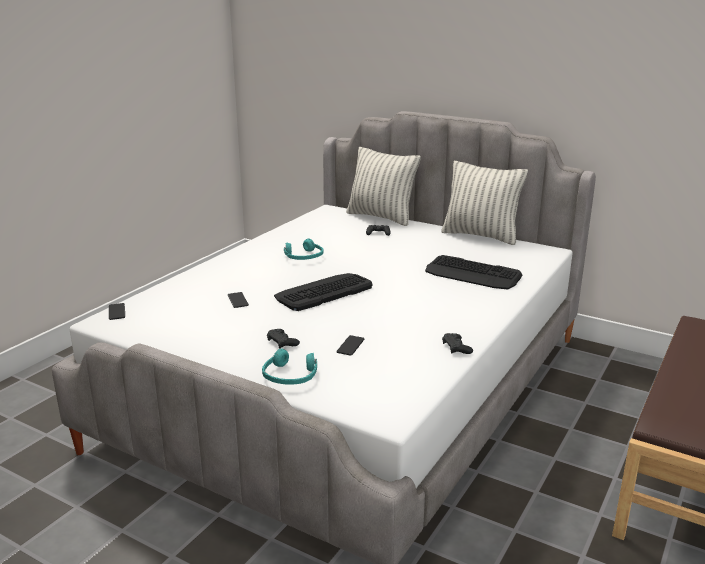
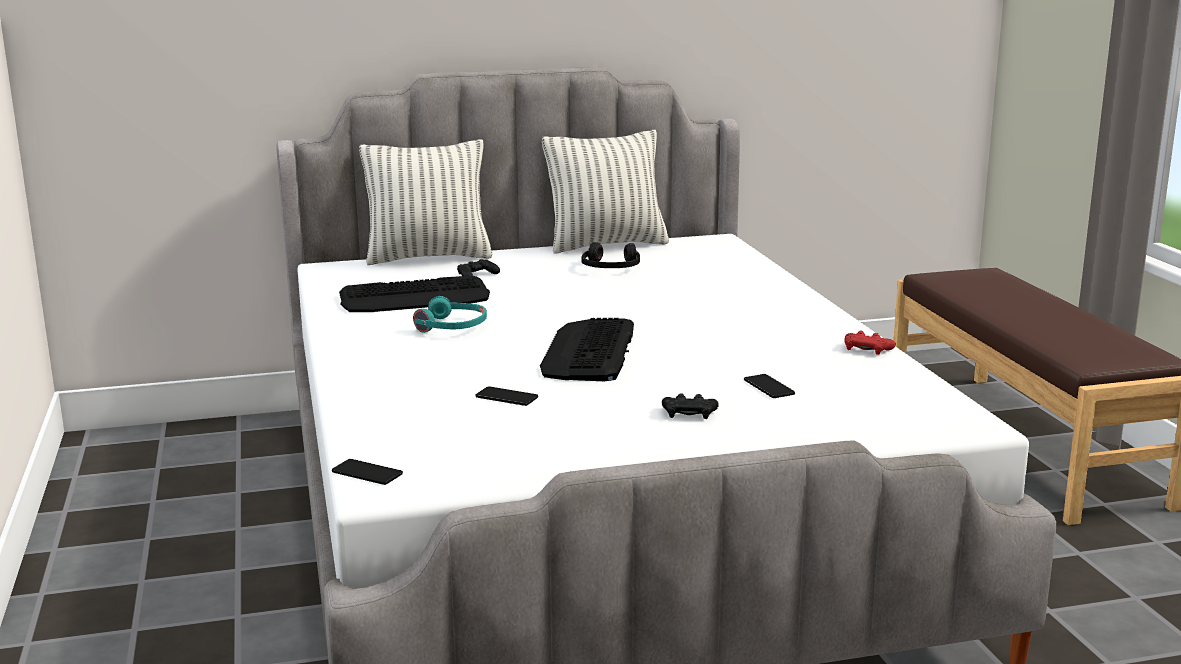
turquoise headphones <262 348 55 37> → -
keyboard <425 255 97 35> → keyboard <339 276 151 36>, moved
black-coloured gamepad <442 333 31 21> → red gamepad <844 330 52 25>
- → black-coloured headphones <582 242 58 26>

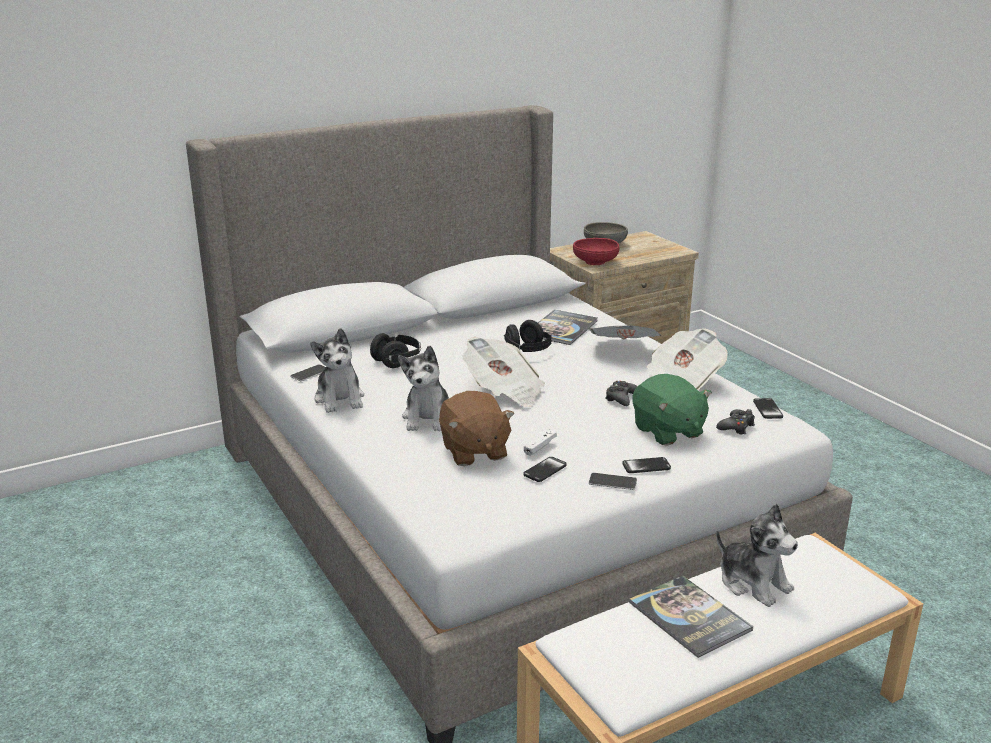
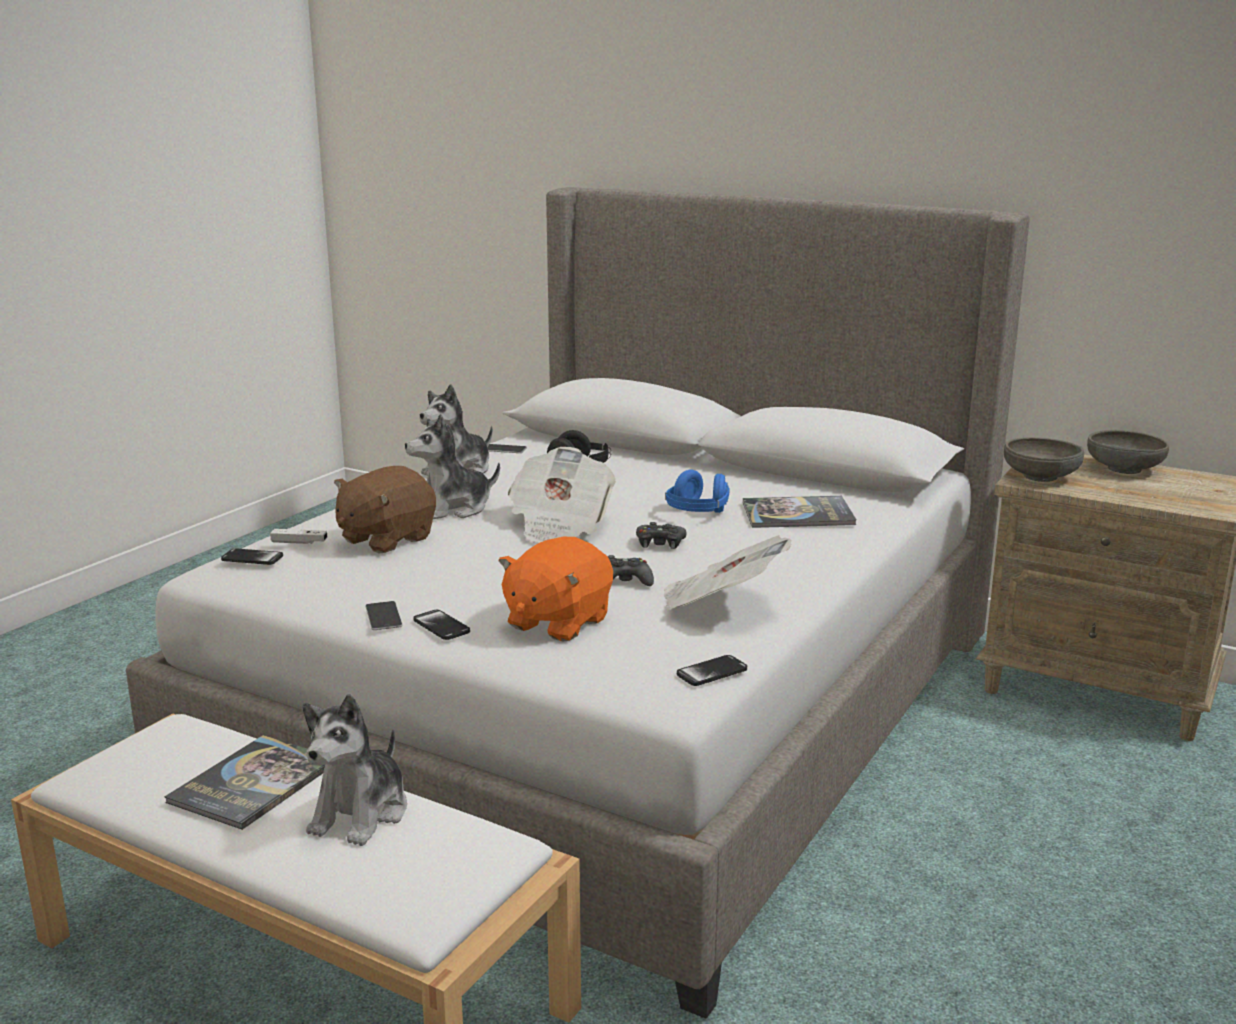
black-coloured headphones <504 320 48 32> → blue-coloured headphones <665 469 64 44>
white-coloured gamepad <524 429 33 27> → white-coloured gamepad <270 529 57 15>, moved
handset <524 457 43 25> → handset <221 548 62 17>, moved
red serving bowl <573 238 47 27> → greyish serving bowl <1004 437 80 45>
daily paper <588 325 73 15> → -
green-coloured soft toy <633 374 79 72> → orangey soft toy <498 537 115 105>
black-coloured gamepad <716 409 39 26> → black-coloured gamepad <636 522 51 27>, moved

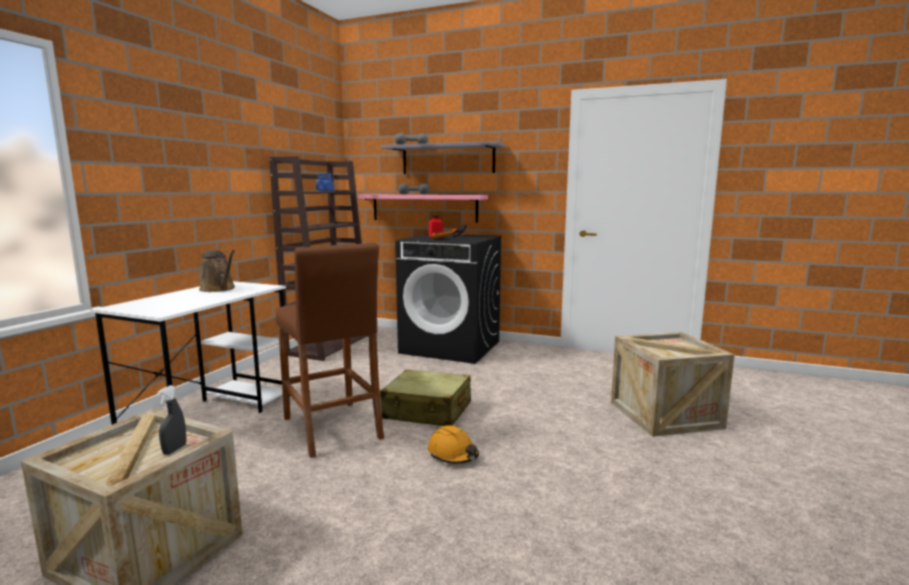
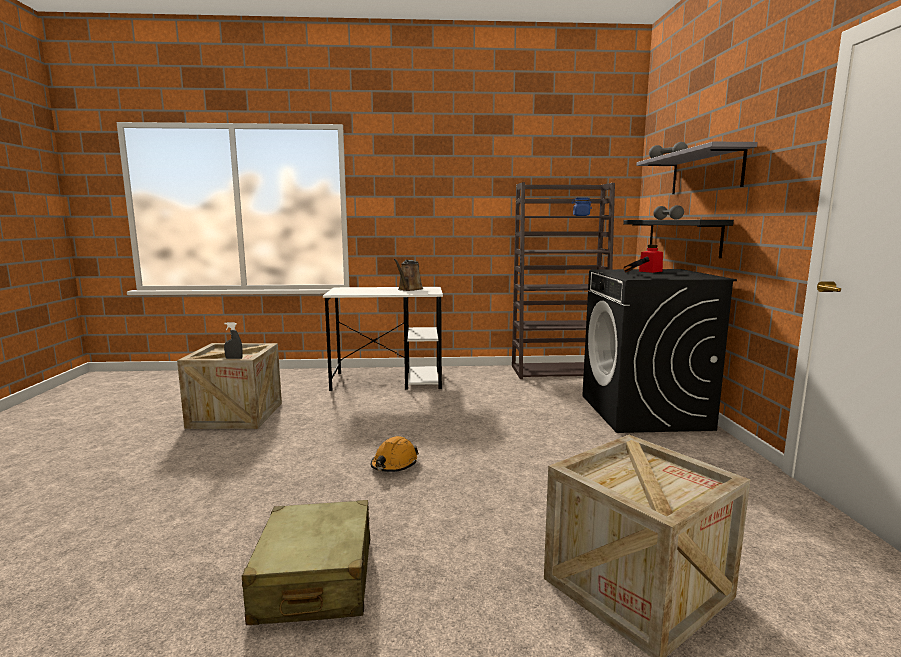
brown-coloured stool <276 243 108 215> → -
pink wall shelf <357 195 131 28> → black-coloured wall shelf <623 220 111 38>
sand-coloured travel case <380 369 91 57> → sand-coloured travel case <242 500 128 125>, moved

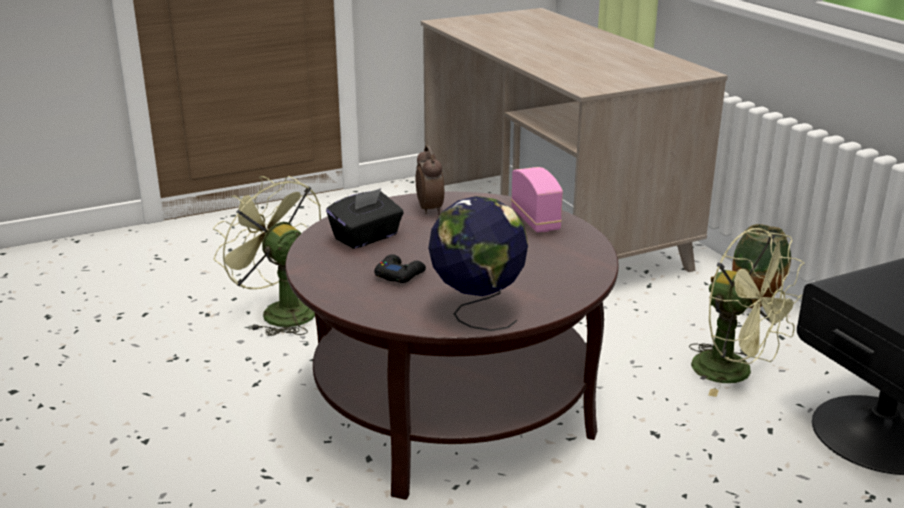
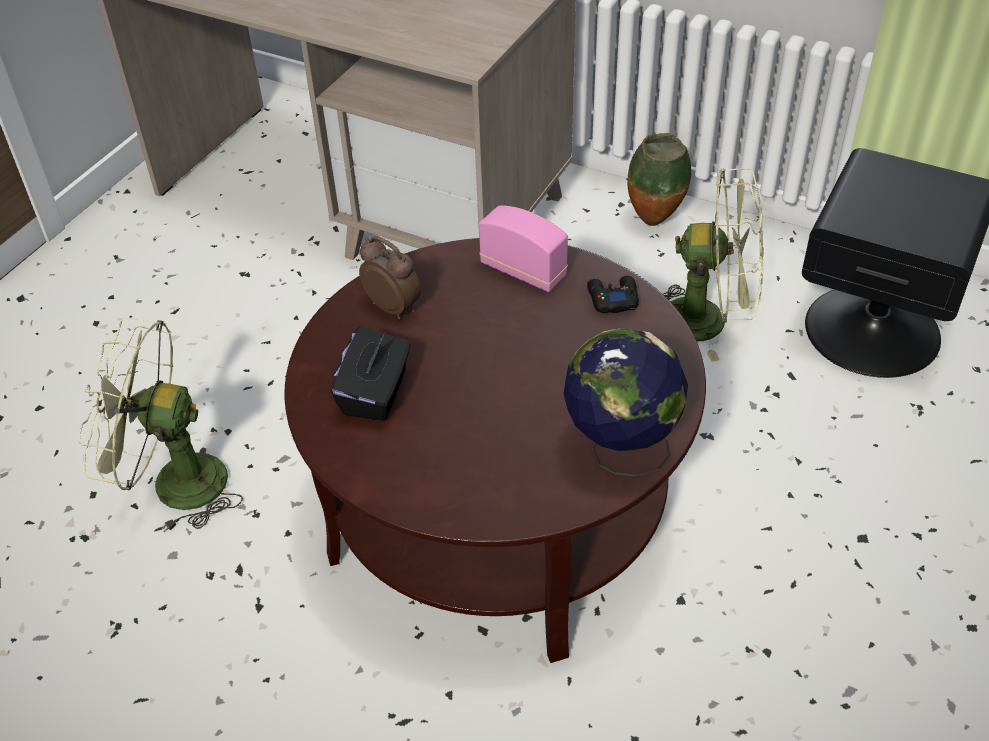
black-coloured gamepad <374 254 52 29> → black-coloured gamepad <587 276 52 37>, moved

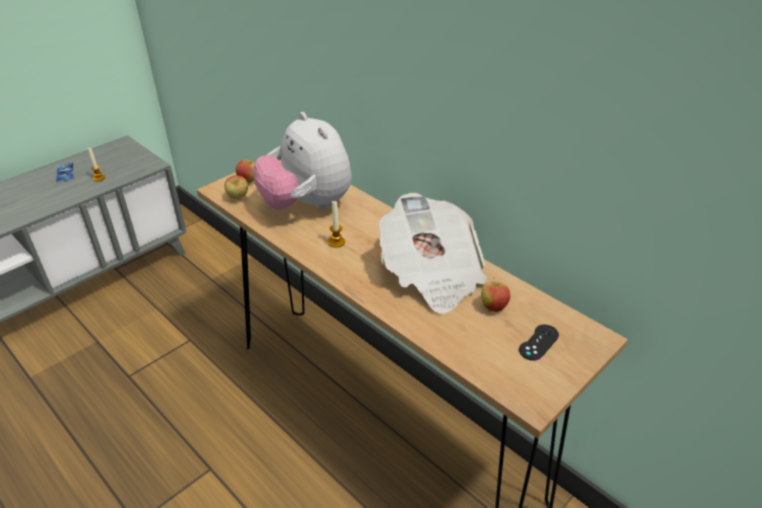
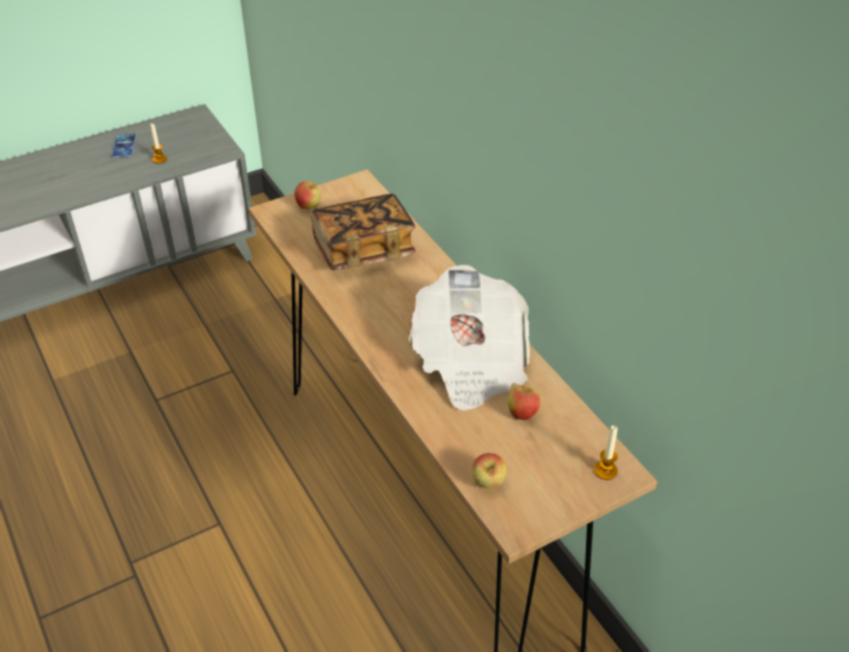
apple fruit <224 175 24 24> → apple fruit <472 453 35 36>, moved
soft toy <253 112 99 98> → volume <310 194 105 76>
candle <328 200 17 48> → candle <594 425 24 55>, moved
black-coloured gamepad <519 325 40 36> → -

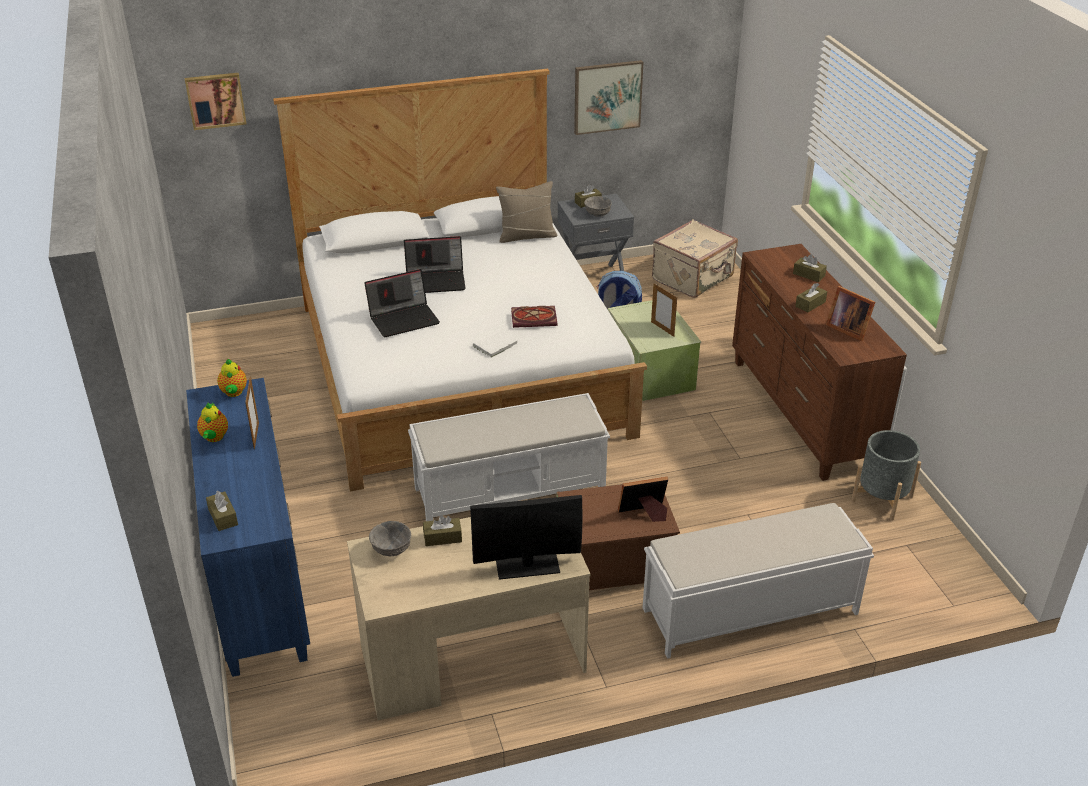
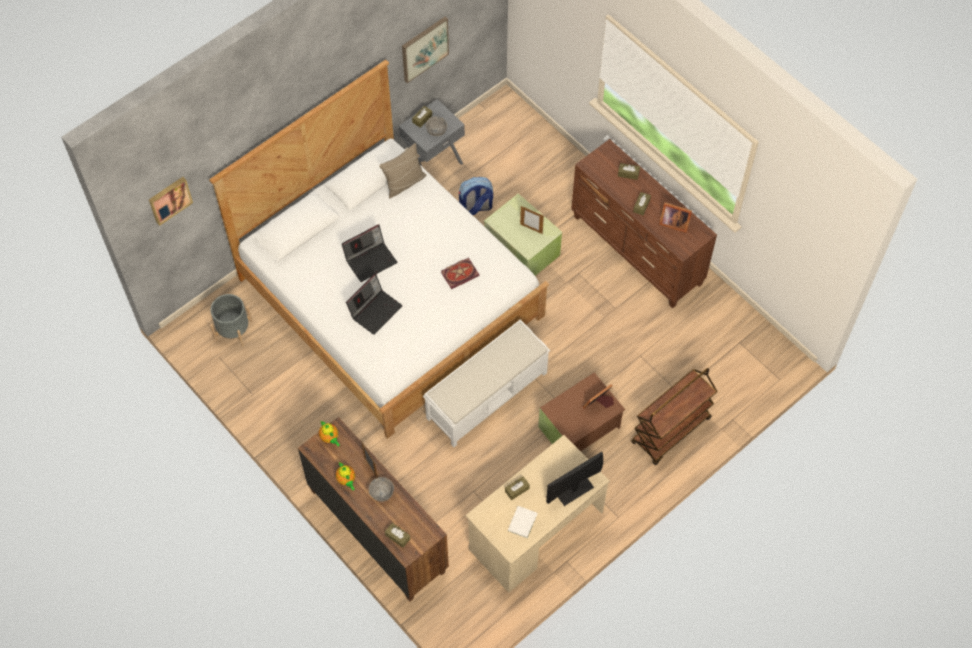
blue-coloured drawer chest <186 378 124 299> → brown-coloured drawer chest <298 417 151 184>
greyish serving bowl <369 521 42 35> → greyish serving bowl <369 477 25 25>, moved
white-coloured volume <473 329 45 29> → white-coloured volume <508 506 29 32>, moved
white-coloured long seat <643 503 231 156> → brown-coloured cart <631 368 87 97>
sand-coloured travel case <652 219 86 79> → -
greyish planter <851 430 70 91> → greyish planter <210 294 43 53>, moved

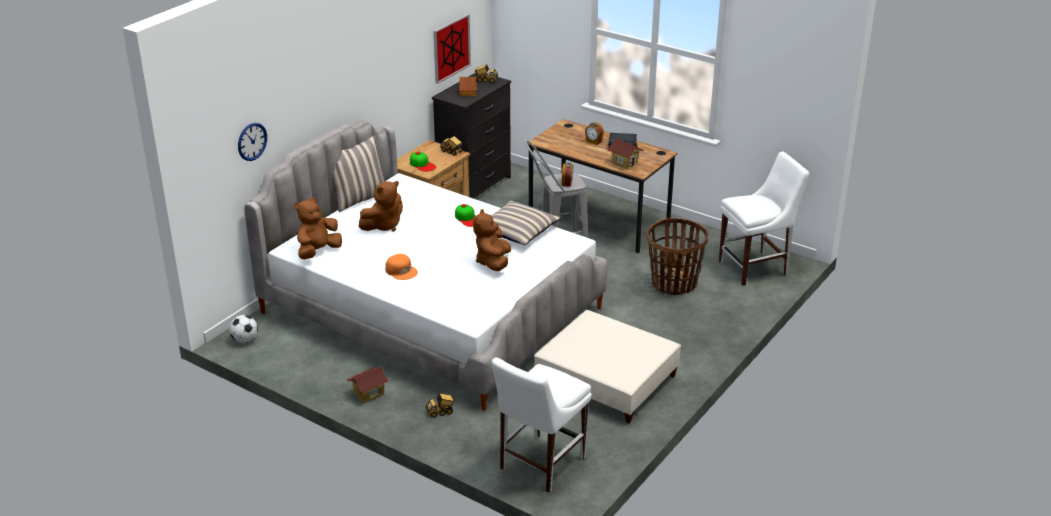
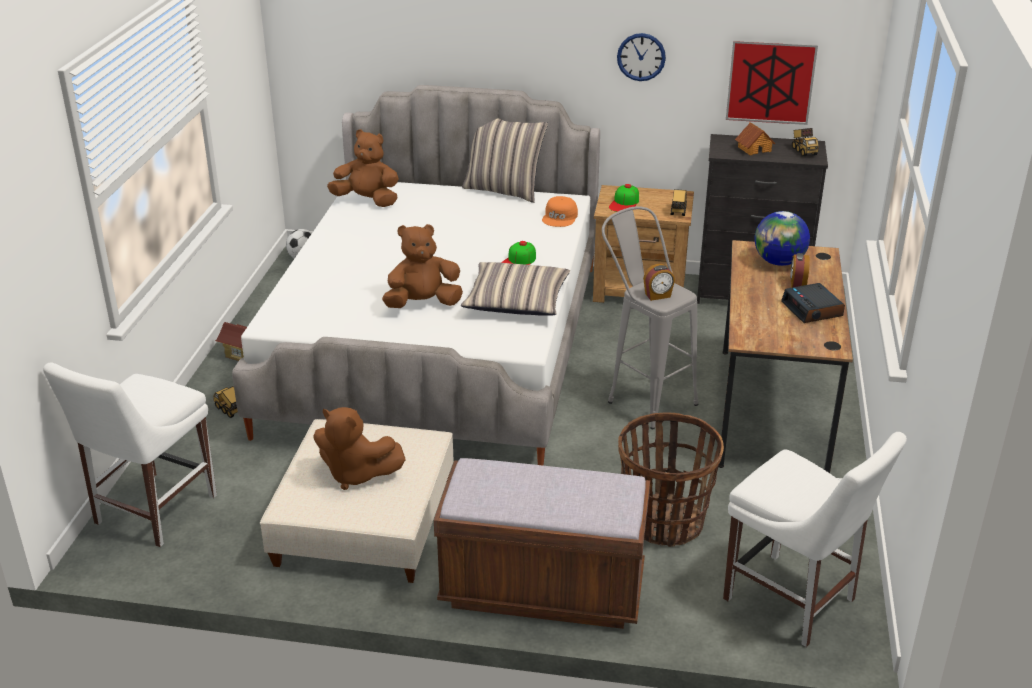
hanging clock <238 123 29 38> → hanging clock <617 33 49 48>, moved
brown-coloured soft toy <359 181 44 51> → brown-coloured soft toy <314 407 92 83>, moved
orangey peaked cap <385 254 33 26> → orangey peaked cap <542 196 36 31>, moved
white-coloured upright chair <492 357 100 135> → white-coloured upright chair <43 362 174 185>, 75 degrees counterclockwise
toy house <607 138 37 31> → -
- → brown-coloured long seat <434 458 216 171>
- → globe <755 211 55 55>

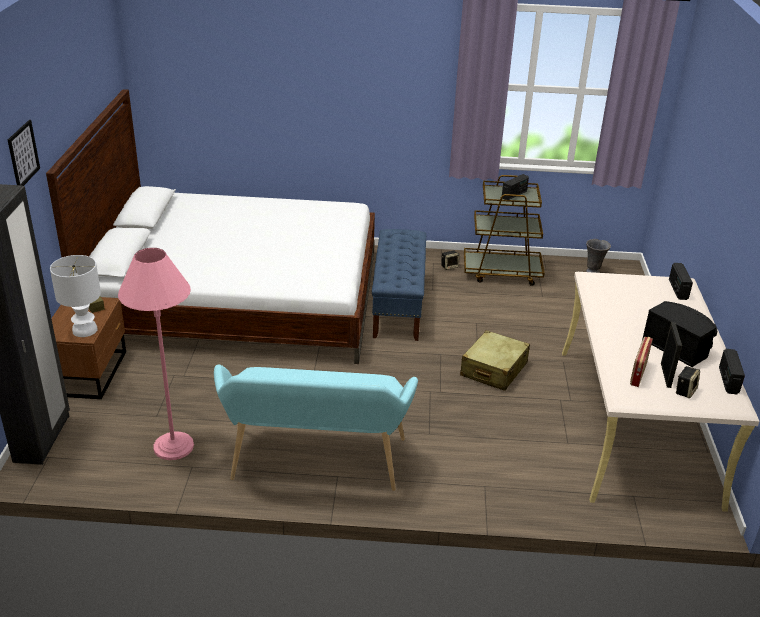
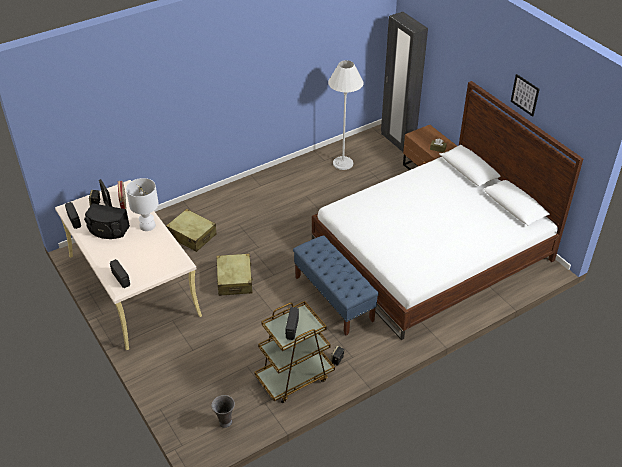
picture <8 120 32 66> → picture <511 74 29 43>, moved
white-coloured lamp for a table <50 255 51 82> → white-coloured lamp for a table <126 178 33 53>, moved
pink standard lamp <118 248 76 212> → white-coloured standard lamp <328 60 36 110>
turquoise long seat <214 365 204 126> → -
- → sand-coloured travel case <166 209 50 43>

